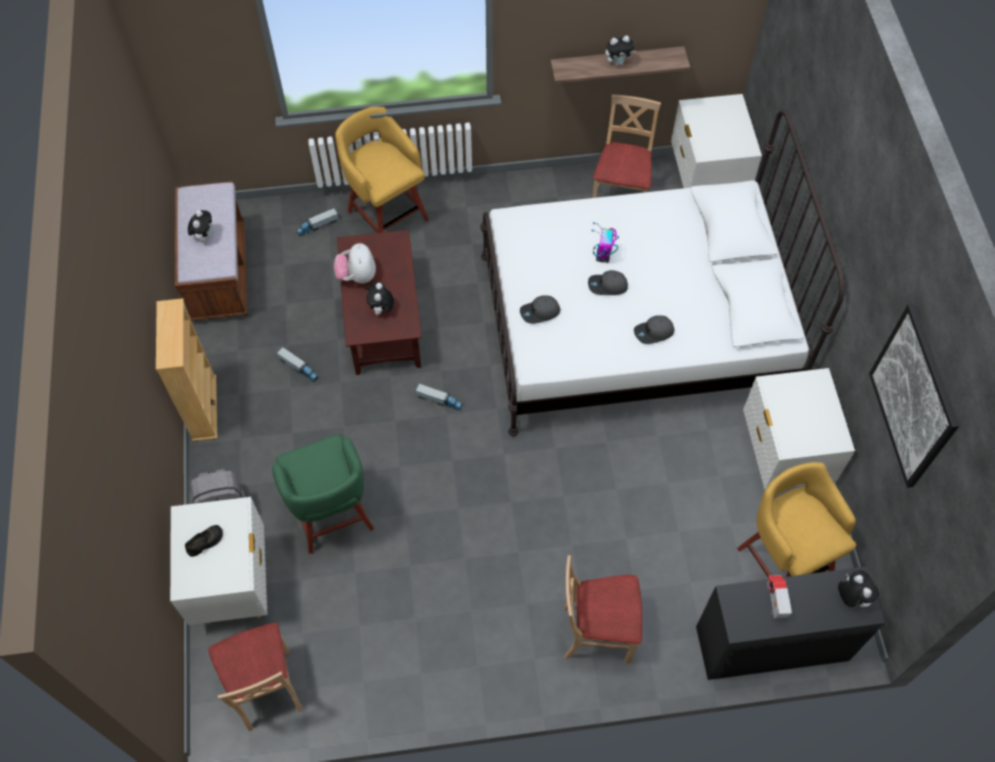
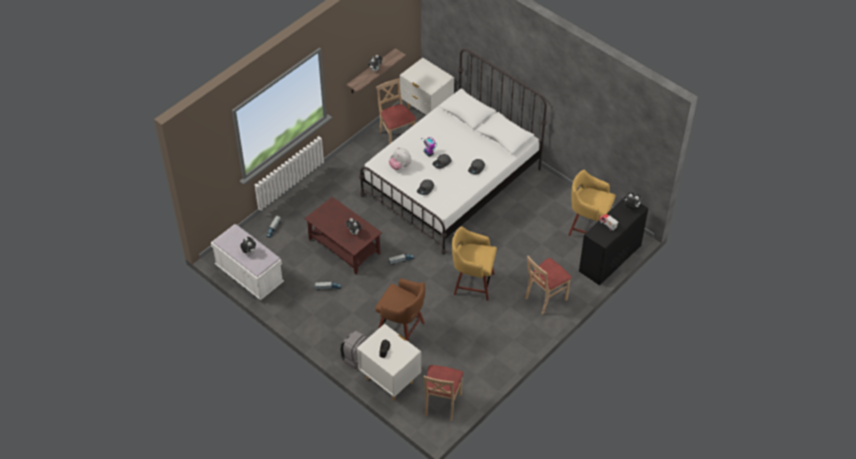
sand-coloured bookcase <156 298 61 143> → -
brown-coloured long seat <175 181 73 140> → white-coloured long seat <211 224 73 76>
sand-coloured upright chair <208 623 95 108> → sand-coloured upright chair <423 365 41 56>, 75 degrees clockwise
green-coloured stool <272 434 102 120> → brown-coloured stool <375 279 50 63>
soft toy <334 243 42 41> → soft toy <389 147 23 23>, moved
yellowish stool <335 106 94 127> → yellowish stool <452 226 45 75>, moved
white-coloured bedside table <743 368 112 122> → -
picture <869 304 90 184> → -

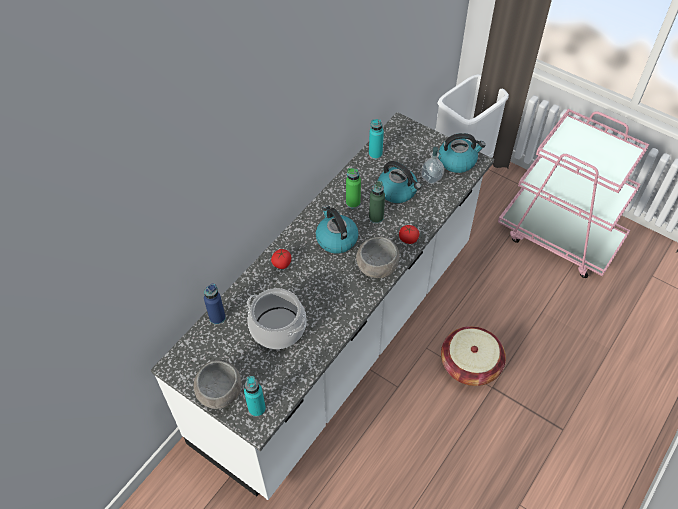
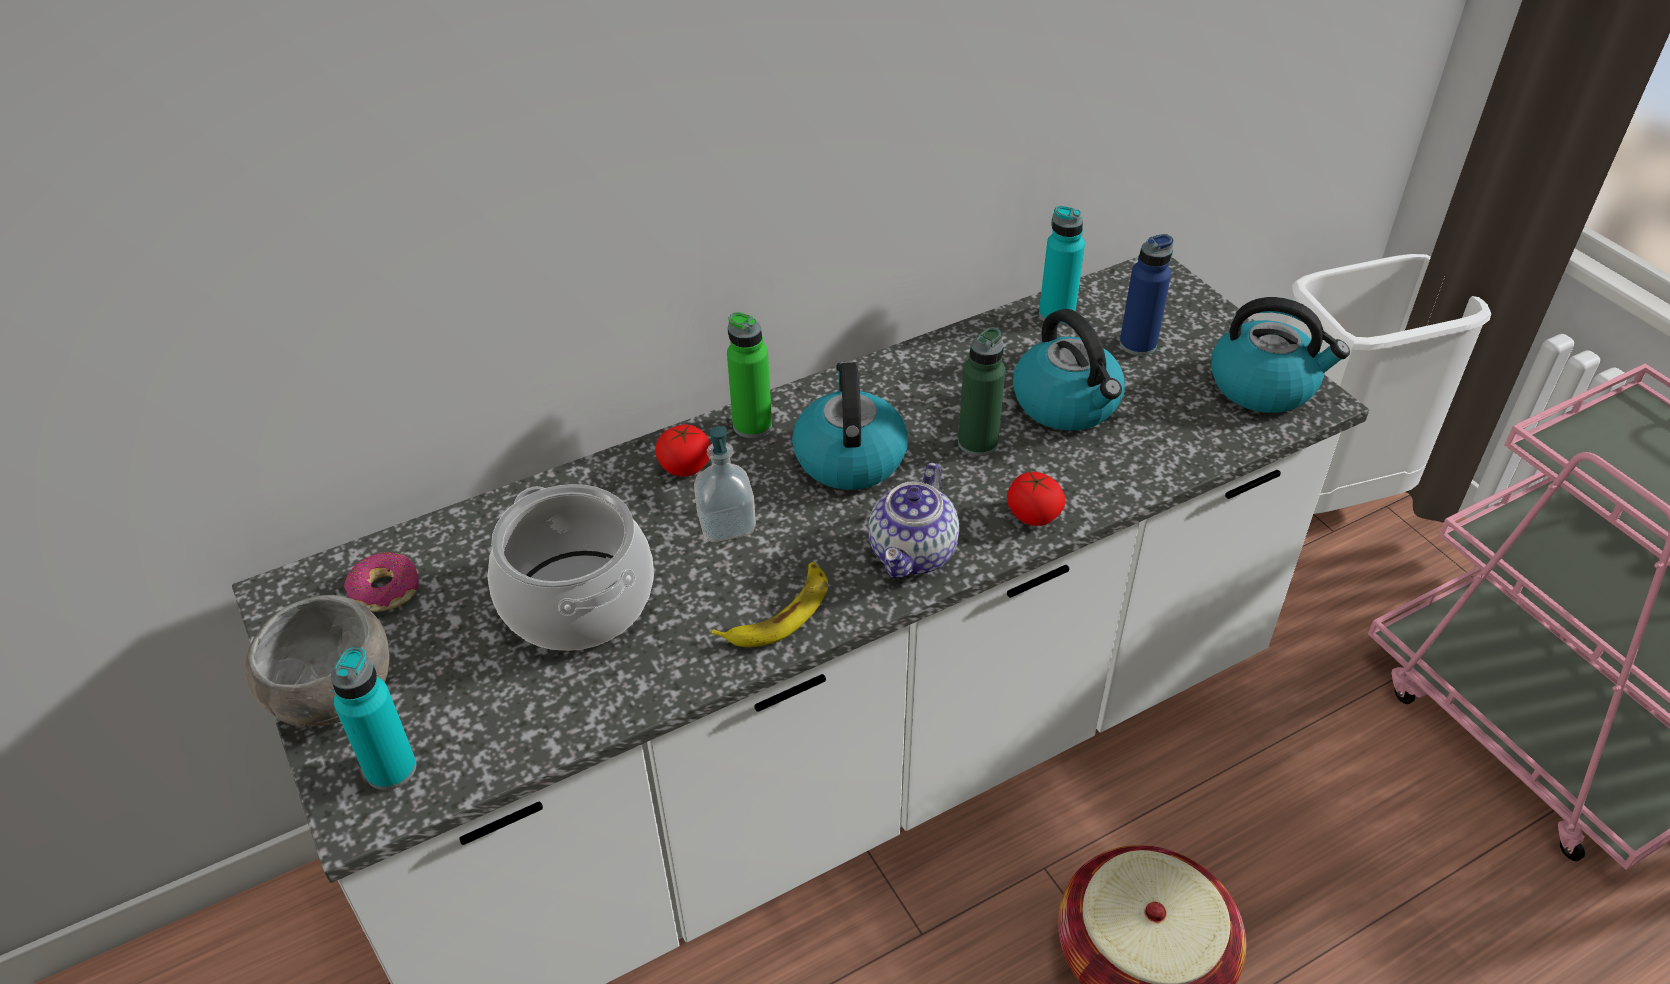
blue-coloured beverage bottle <204 283 22 42> → blue-coloured beverage bottle <1120 234 53 122>, moved
green-coloured beverage bottle <346 168 15 41> → green-coloured beverage bottle <727 312 45 126>, moved
greyish serving bowl <356 236 44 42> → pot for tea <868 463 91 115>
soap dispenser <421 147 23 38> → soap dispenser <694 426 62 116>, moved
- → doughnut <344 552 75 60>
- → banana fruit <711 562 117 85>

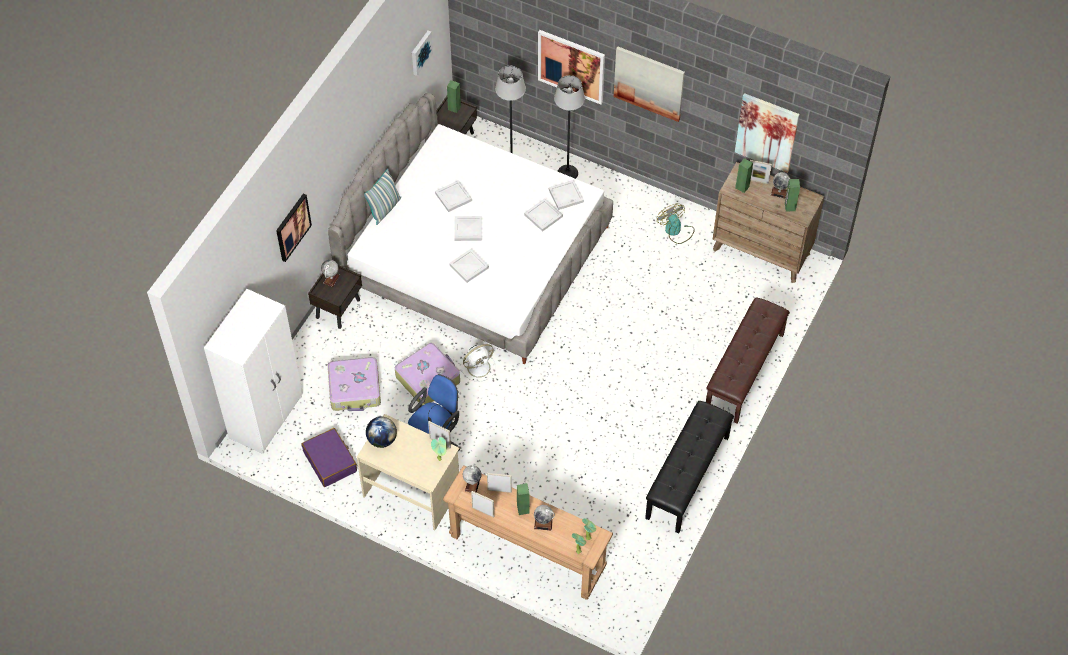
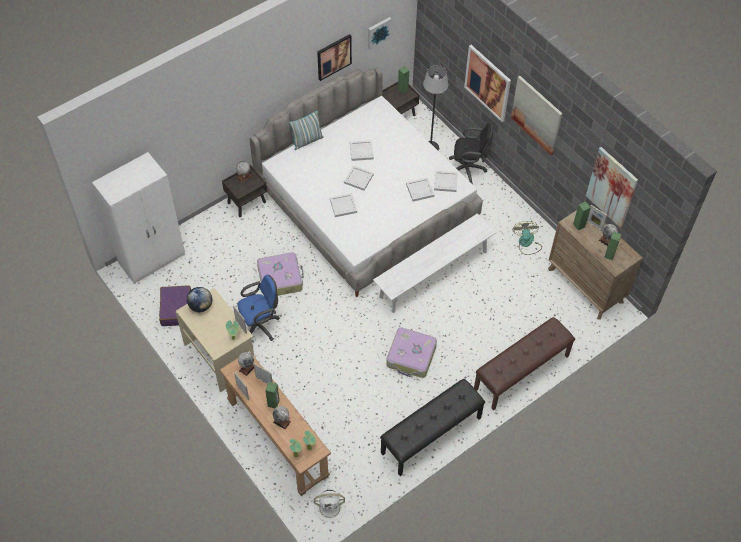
picture <276 193 36 69> → picture <317 34 35 47>, moved
travel case <328 357 53 54> → travel case <386 327 51 51>, moved
white-coloured electric fan <461 344 35 38> → white-coloured electric fan <313 490 33 32>, moved
standard lamp <554 75 31 104> → black-coloured office chair <449 123 44 62>
- → white-coloured long seat <373 214 123 99>

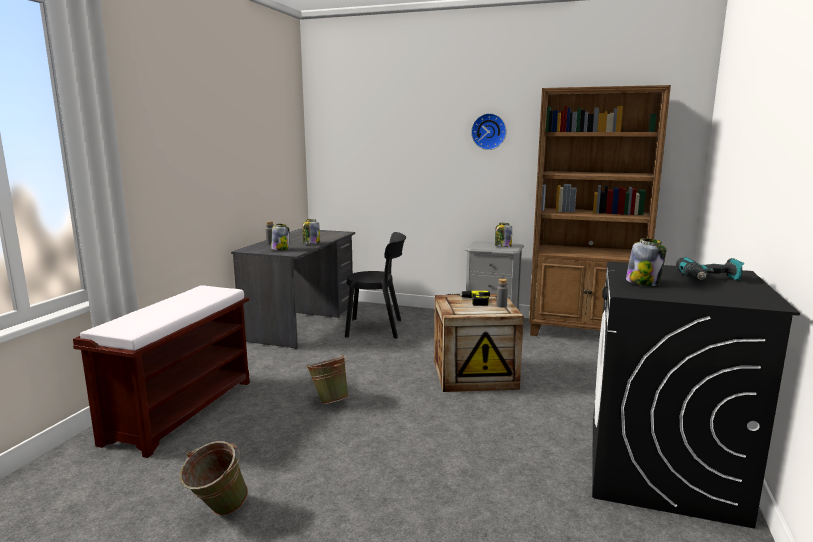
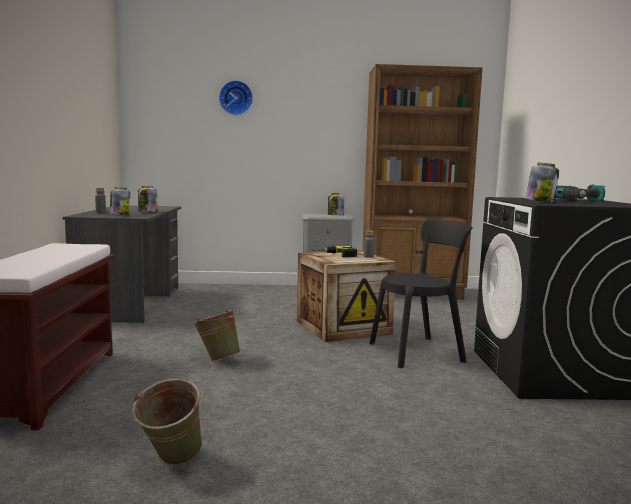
black-coloured upright chair <345 232 61 107> → black-coloured upright chair <369 220 104 148>, moved
hanging clock <471 113 36 37> → hanging clock <219 80 34 36>, moved

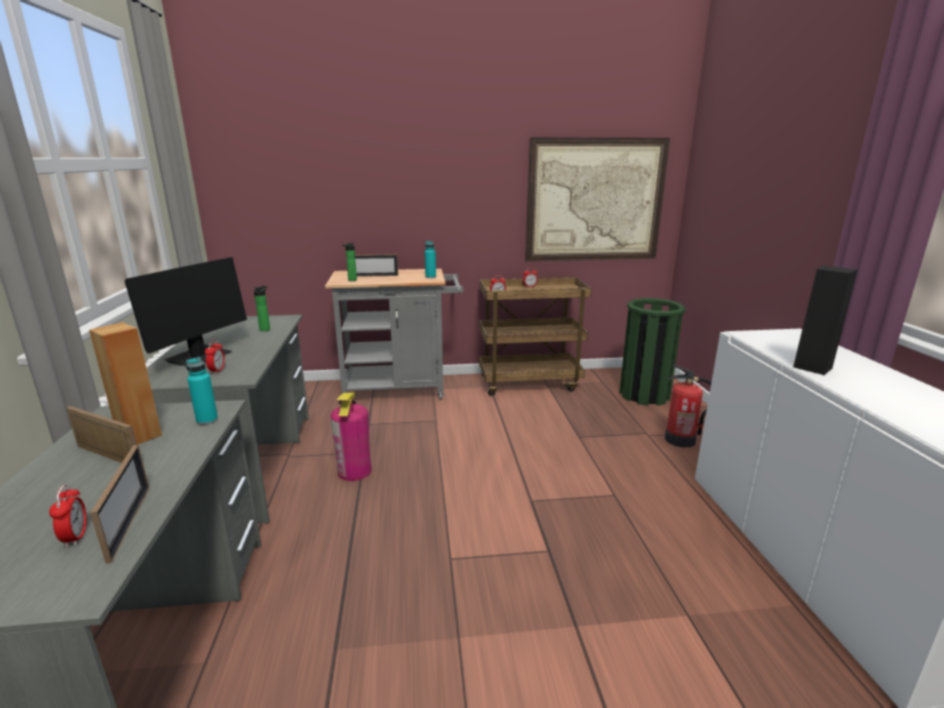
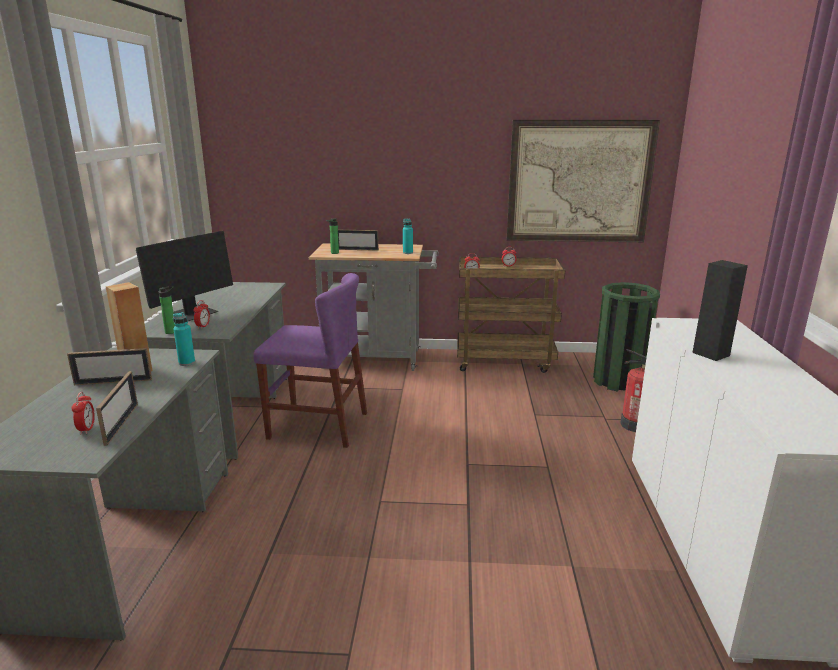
picture frame <66 406 71 57> → picture frame <67 348 85 37>, 135 degrees clockwise
beverage bottle <254 286 16 45> → beverage bottle <159 286 16 48>, moved
fire-fighting cylinder <330 393 41 88> → purplish upright chair <254 273 113 175>

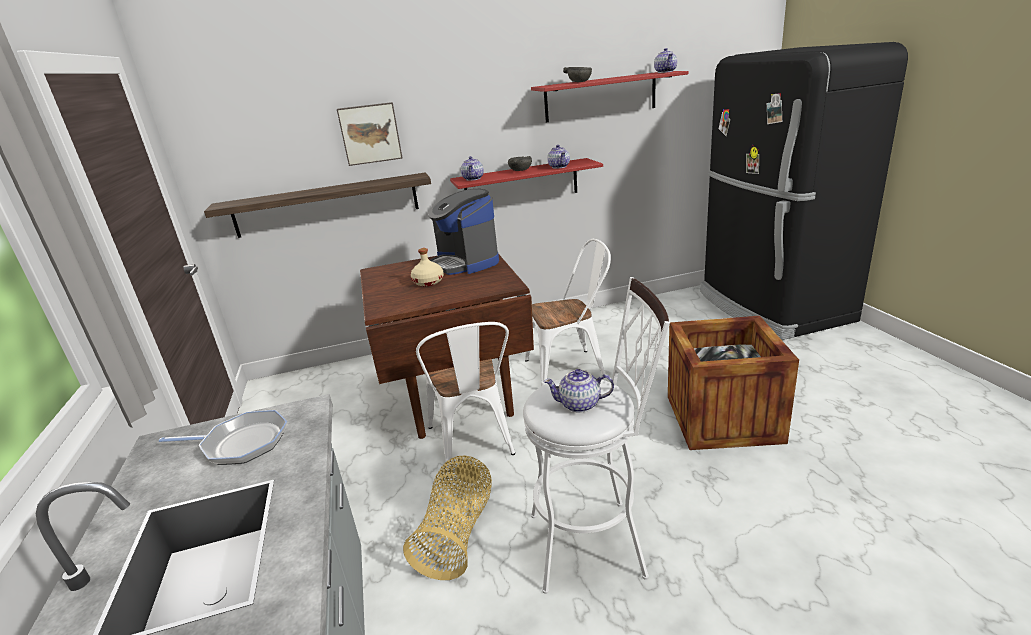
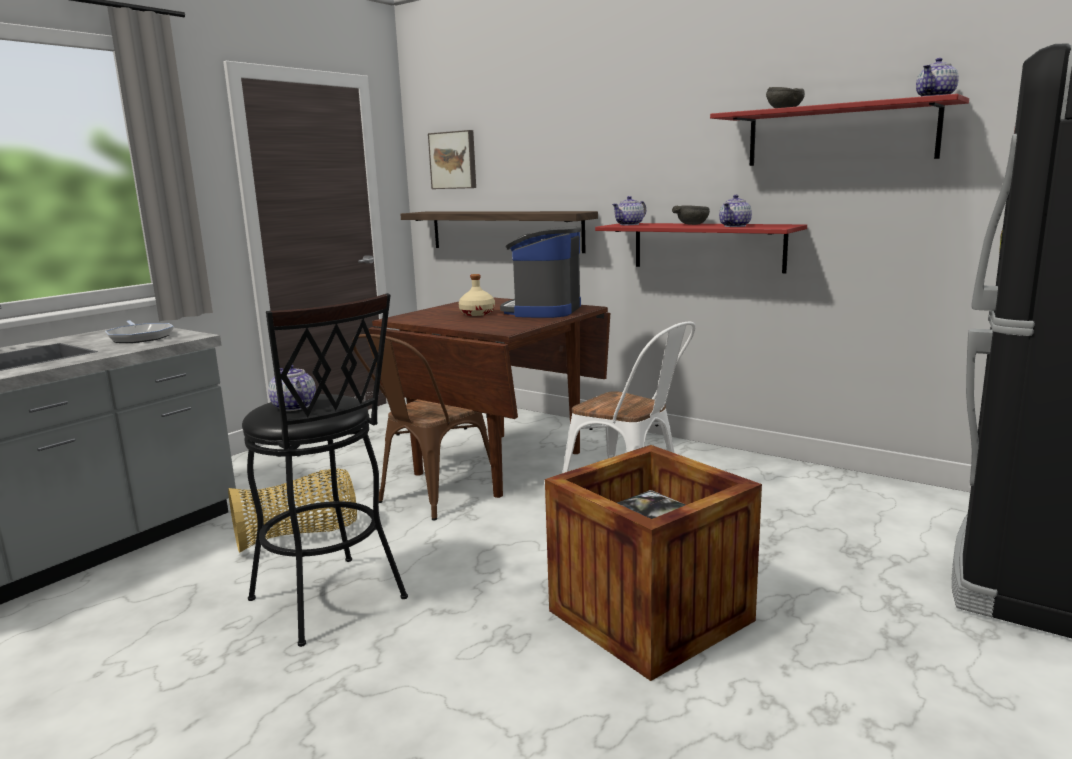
picture <337 102 66 64> → picture <428 130 48 59>, moved
white-coloured upright chair <416 322 99 150> → brown-coloured upright chair <352 334 139 187>
white-coloured stool <523 277 147 317> → black-coloured stool <242 293 166 354>

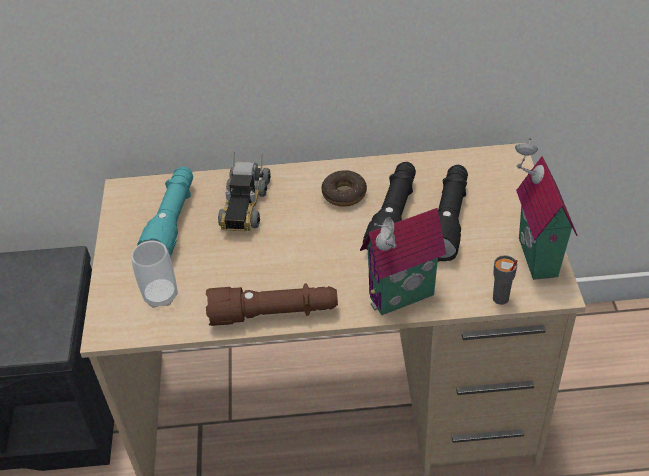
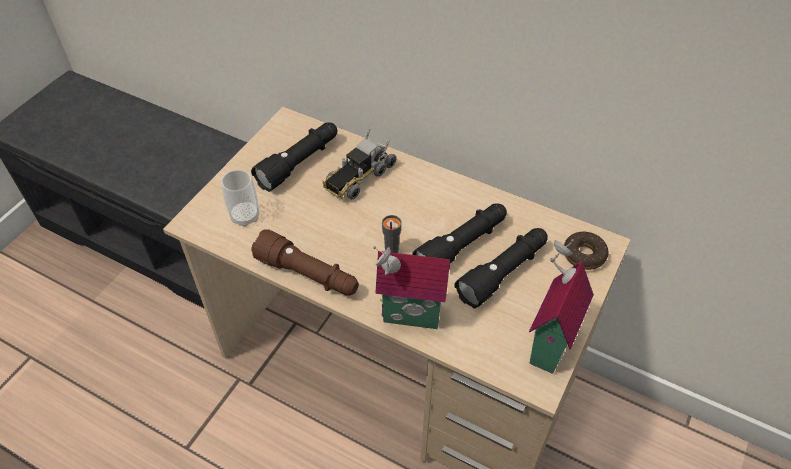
turquoise hand torch <137 166 56 91> → black-coloured hand torch <251 122 86 70>
doughnut <322 170 45 37> → doughnut <564 232 44 38>, moved
greyish small cup <493 255 24 50> → greyish small cup <382 215 19 38>, moved

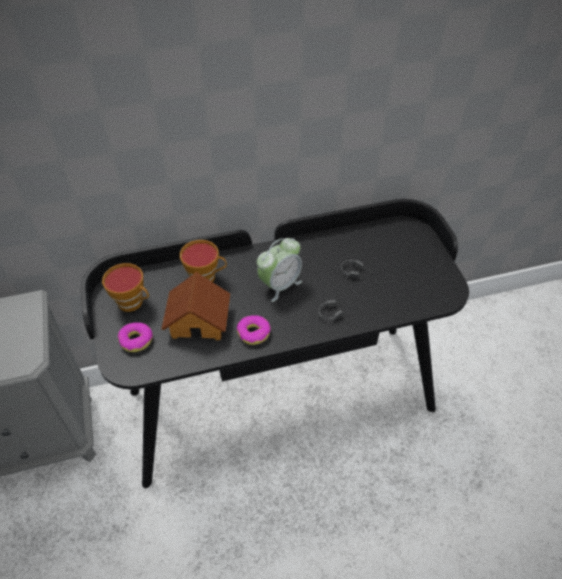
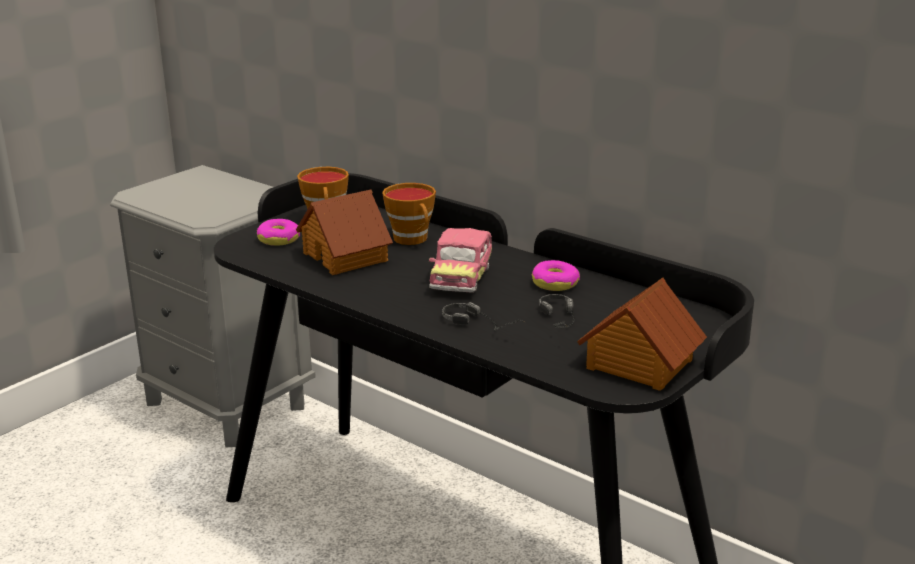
doughnut <237 315 34 30> → doughnut <532 260 48 31>, moved
bedside clock <257 238 45 64> → toy car <429 228 63 65>
- → toy house <577 278 130 113>

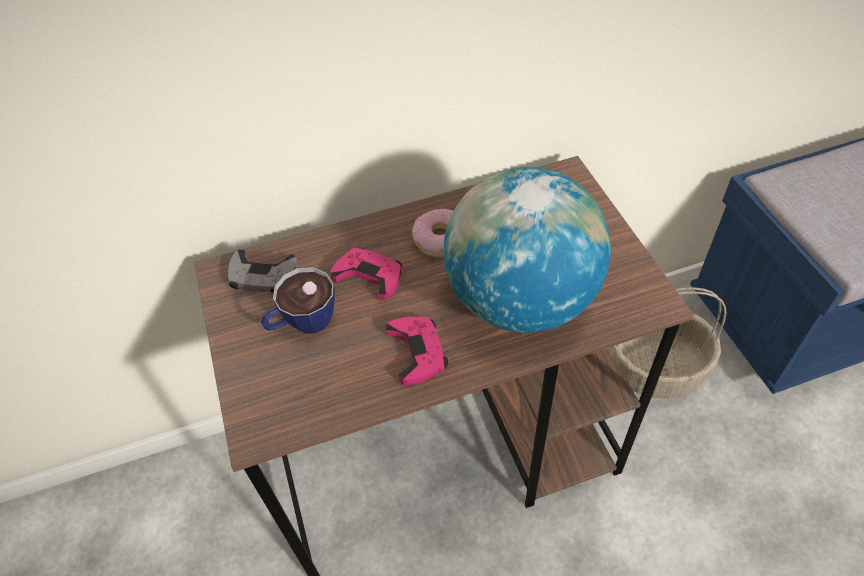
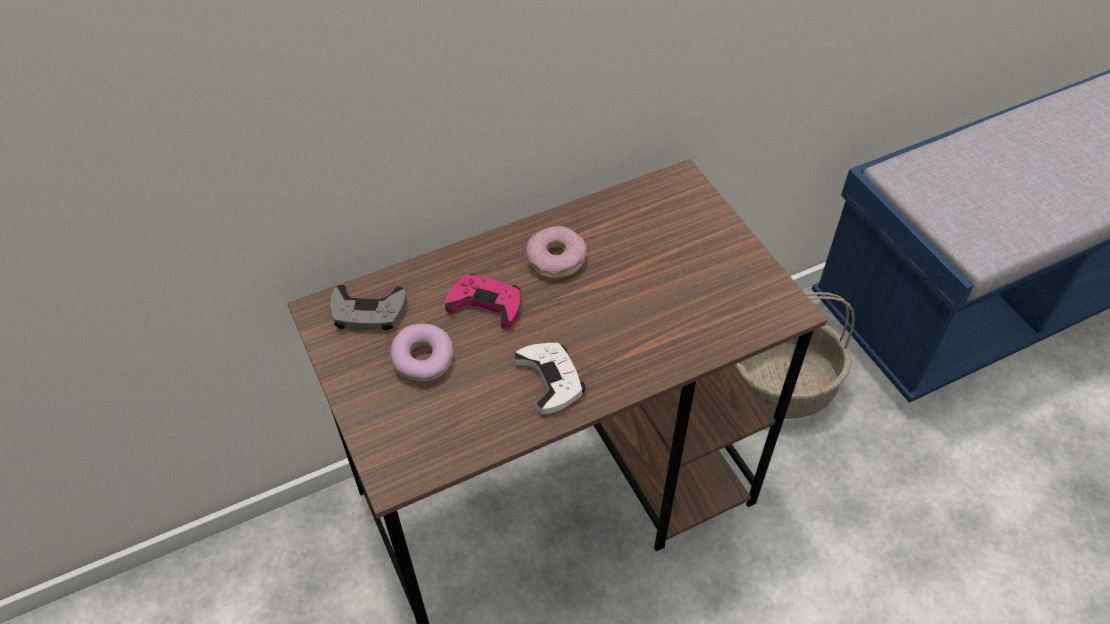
small cup <261 267 74 67> → doughnut <390 324 63 57>
pink gamepad <386 317 62 68> → white-coloured gamepad <515 343 70 71>
globe <444 167 167 166> → -

